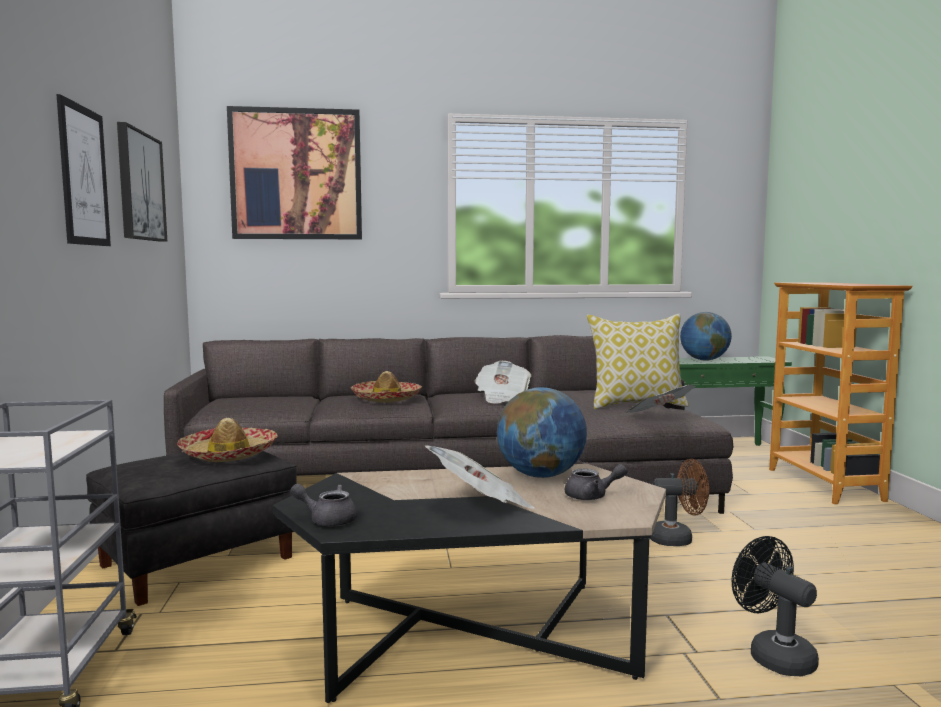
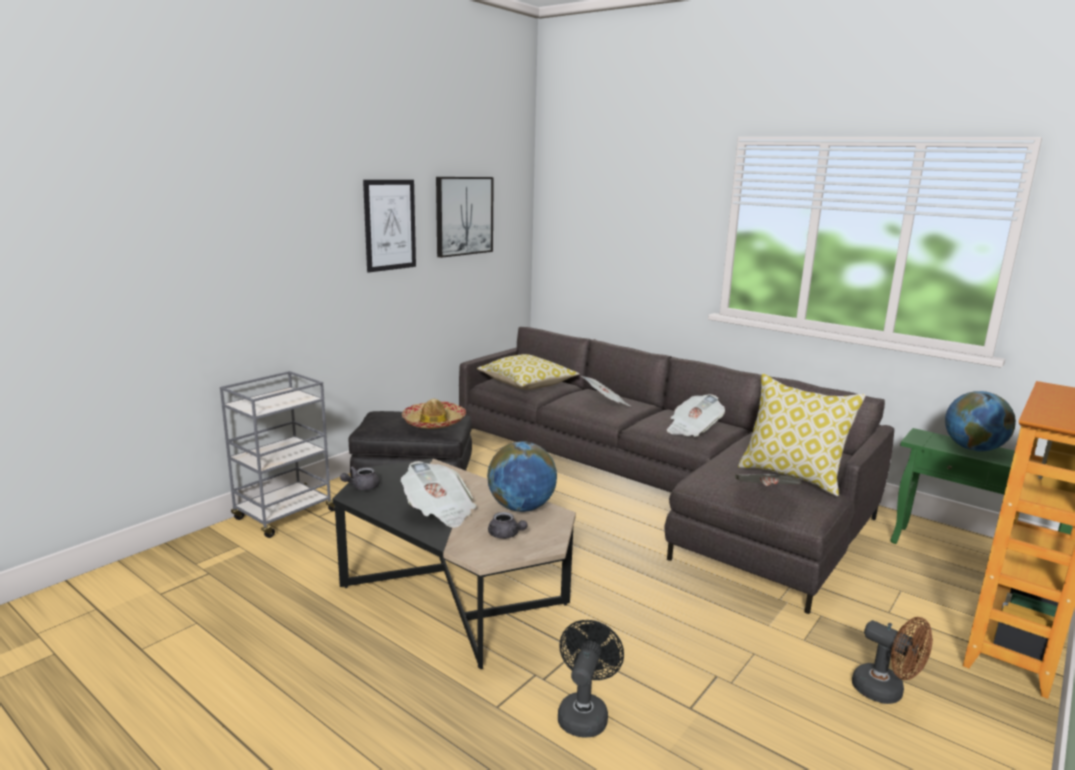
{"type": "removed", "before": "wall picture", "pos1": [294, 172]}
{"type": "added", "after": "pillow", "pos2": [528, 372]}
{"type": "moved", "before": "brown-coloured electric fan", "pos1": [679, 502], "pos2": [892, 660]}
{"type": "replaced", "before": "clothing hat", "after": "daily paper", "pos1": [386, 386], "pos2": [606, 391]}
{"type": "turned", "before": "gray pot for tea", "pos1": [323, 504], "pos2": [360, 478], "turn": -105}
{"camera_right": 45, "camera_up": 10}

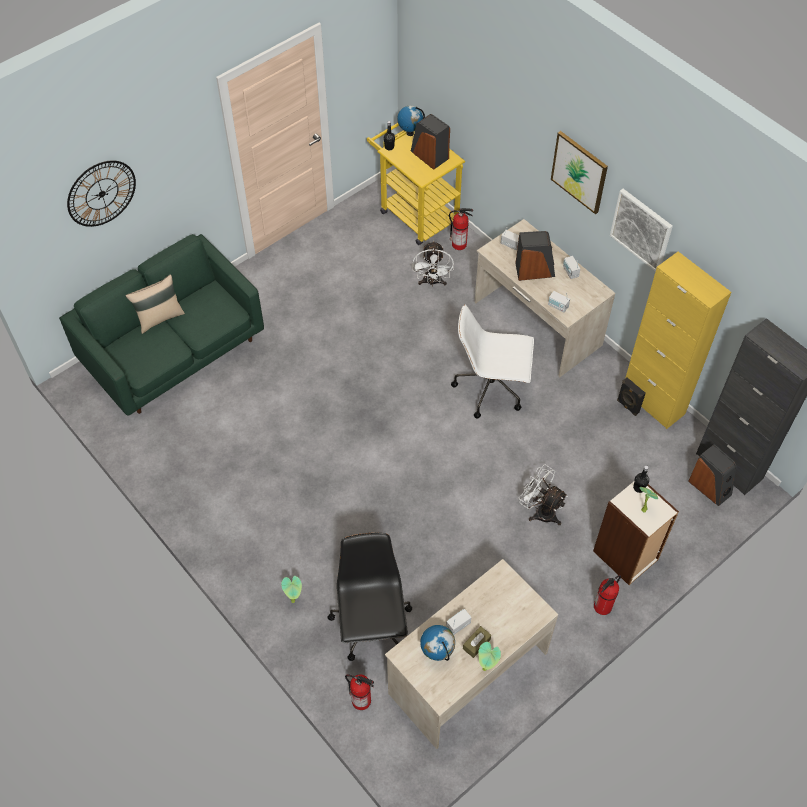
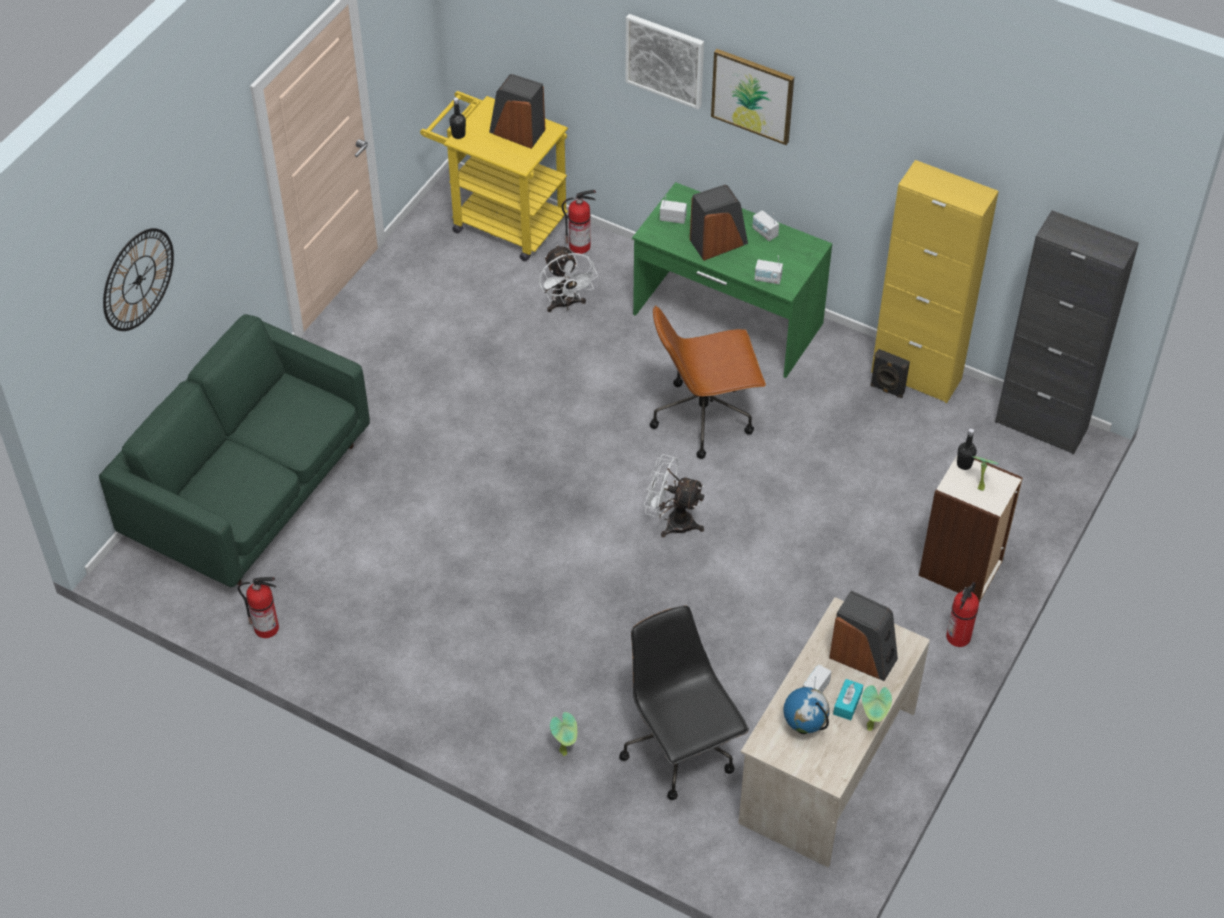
{"type": "removed", "before": "beige-coloured pillow", "pos1": [155, 304]}
{"type": "removed", "before": "globe", "pos1": [411, 121]}
{"type": "moved", "before": "fire-fighting cylinder", "pos1": [359, 692], "pos2": [258, 607]}
{"type": "moved", "before": "whitish electric fan", "pos1": [543, 495], "pos2": [674, 495]}
{"type": "moved", "before": "wall picture", "pos1": [641, 230], "pos2": [664, 62]}
{"type": "moved", "before": "speaker", "pos1": [712, 475], "pos2": [863, 635]}
{"type": "recoloured", "before": "whitish office chair", "after": "brown-coloured office chair", "pos1": [492, 361], "pos2": [708, 382]}
{"type": "recoloured", "before": "brown-coloured tissue holder", "after": "blue-green tissue holder", "pos1": [477, 642], "pos2": [848, 699]}
{"type": "recoloured", "before": "beige-coloured desk unit", "after": "green desk unit", "pos1": [544, 298], "pos2": [732, 280]}
{"camera_right": -20, "camera_up": -5}

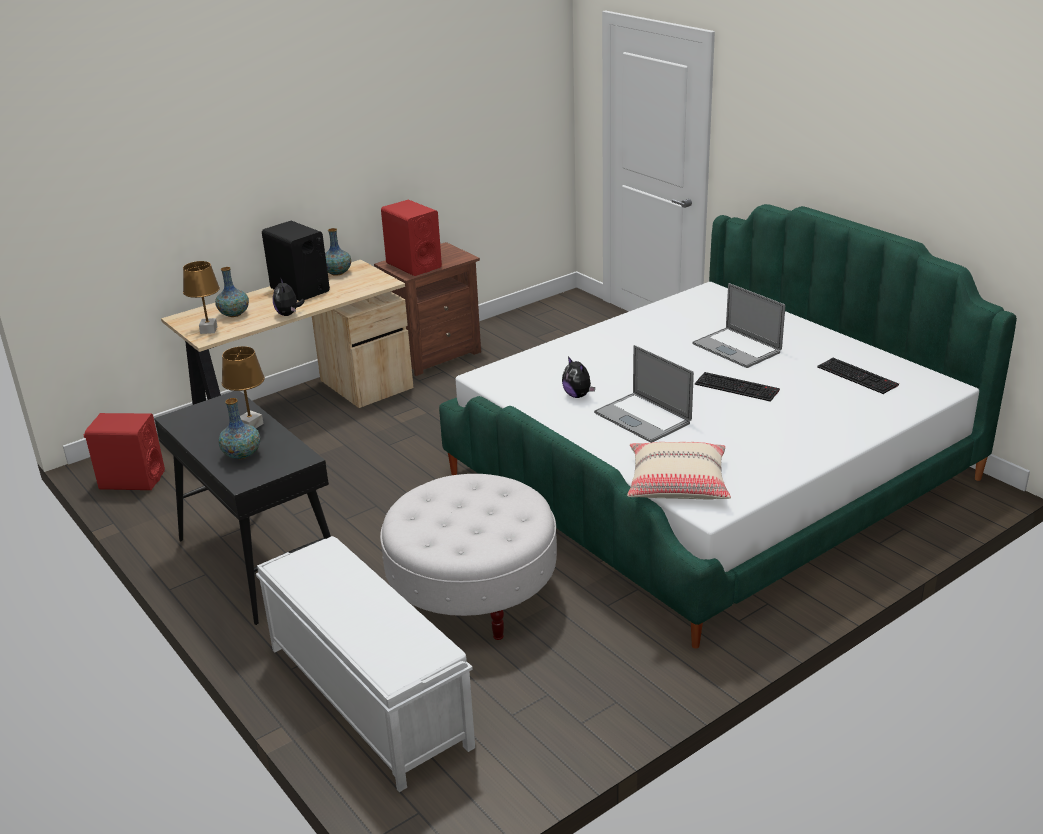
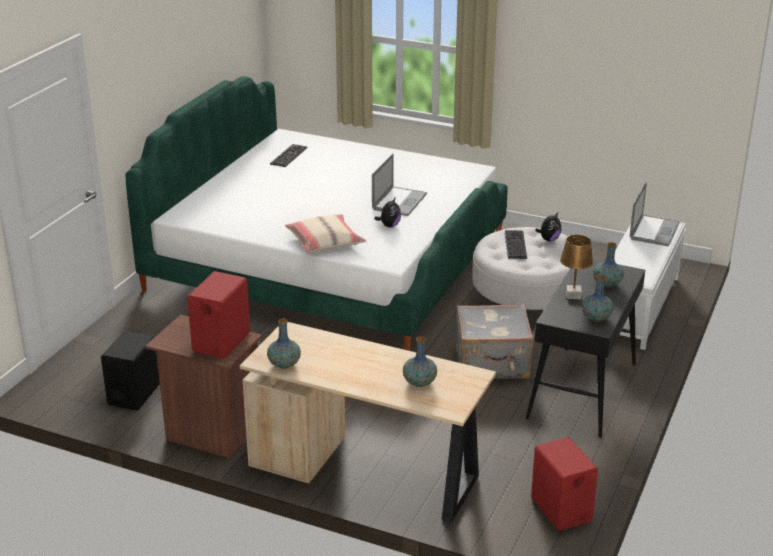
{"type": "removed", "before": "brown-coloured lamp for a table", "pos1": [201, 297]}
{"type": "added", "after": "gray suitcase", "pos2": [494, 341]}
{"type": "added", "after": "flower vase", "pos2": [598, 298]}
{"type": "moved", "before": "black-coloured speaker", "pos1": [296, 261], "pos2": [130, 370]}
{"type": "moved", "before": "cuddly toy", "pos1": [289, 297], "pos2": [548, 227]}
{"type": "moved", "before": "beige-coloured pillow", "pos1": [679, 471], "pos2": [325, 233]}
{"type": "moved", "before": "laptop", "pos1": [738, 325], "pos2": [655, 214]}
{"type": "moved", "before": "computer keyboard", "pos1": [737, 387], "pos2": [516, 244]}
{"camera_right": -120, "camera_up": 0}

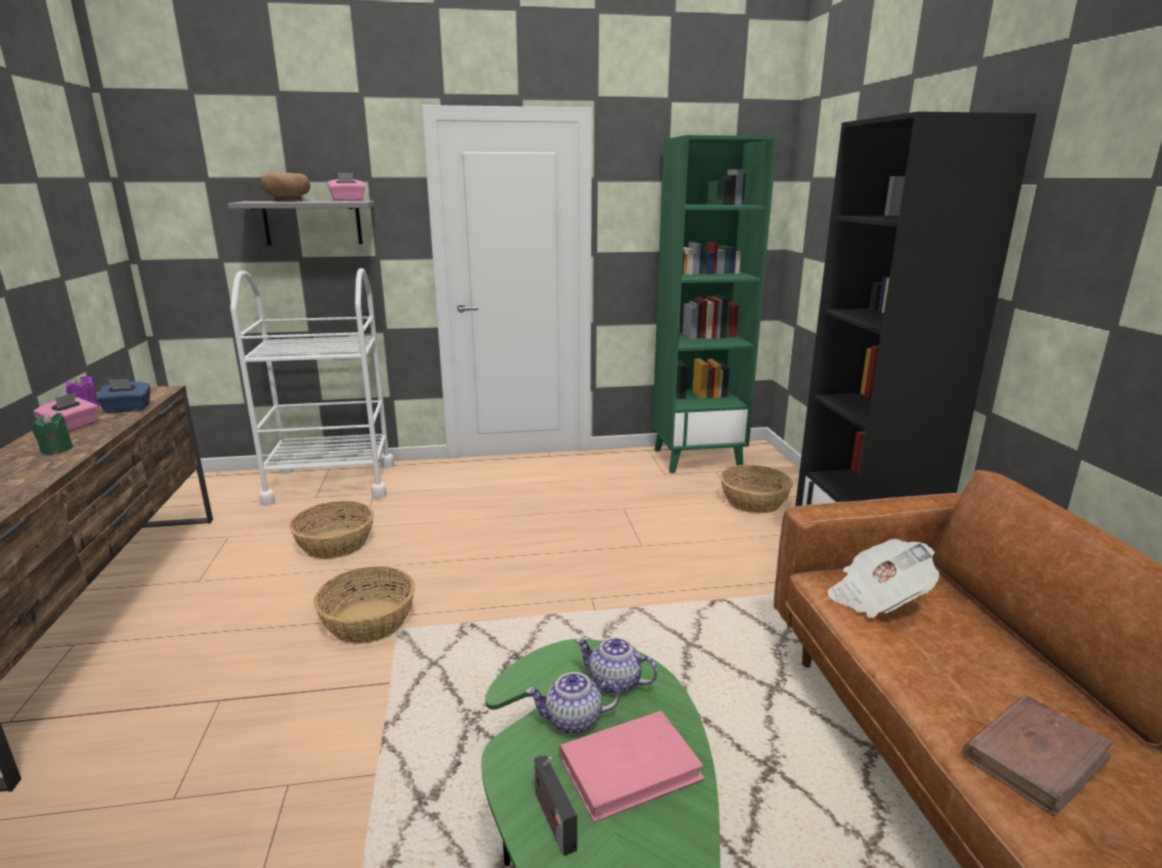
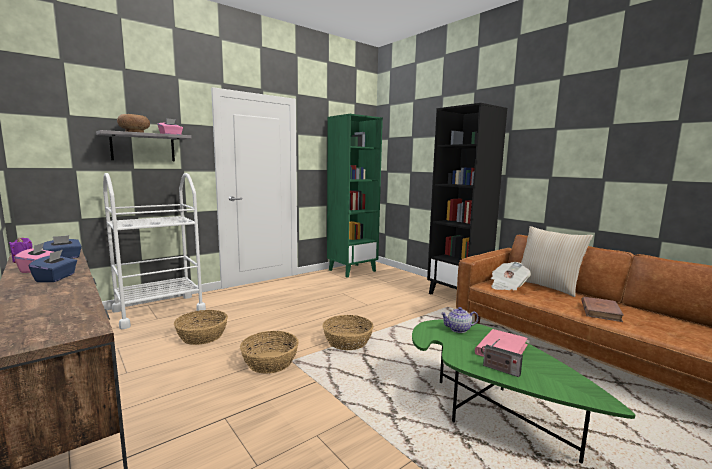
{"type": "removed", "before": "pot for tea", "pos1": [573, 703]}
{"type": "added", "after": "beige-coloured pillow", "pos2": [557, 261]}
{"type": "moved", "before": "basket", "pos1": [756, 489], "pos2": [348, 332]}
{"type": "replaced", "before": "green wax candle", "after": "blue tissue holder", "pos1": [52, 434], "pos2": [53, 265]}
{"camera_right": -30, "camera_up": -10}

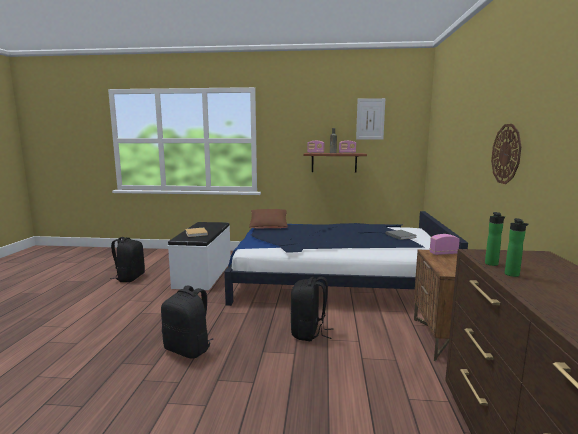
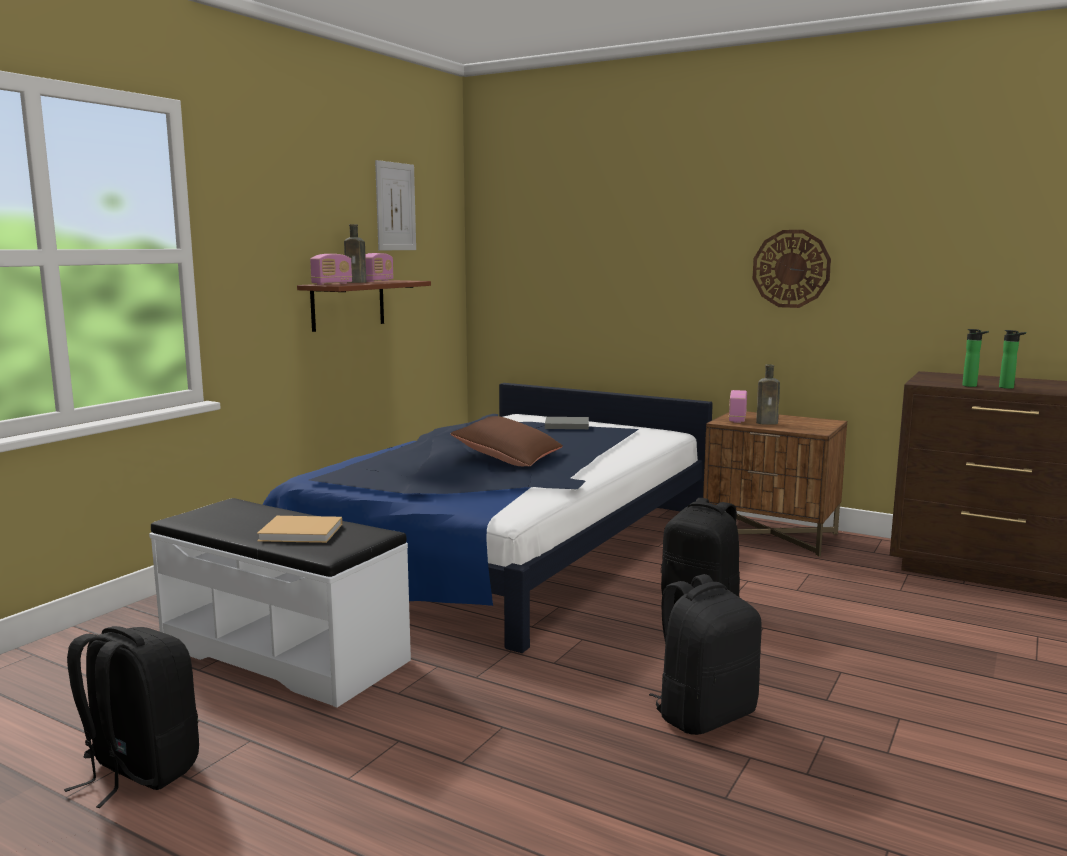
{"type": "added", "after": "brown-coloured bottle", "pos2": [768, 394]}
{"type": "moved", "before": "brown-coloured pillow", "pos1": [268, 218], "pos2": [506, 441]}
{"camera_right": -65, "camera_up": 0}

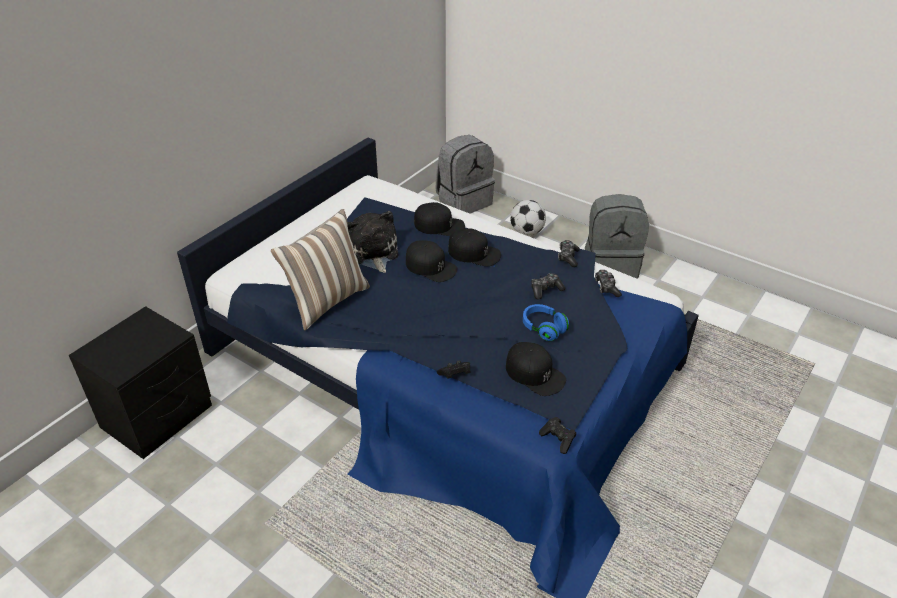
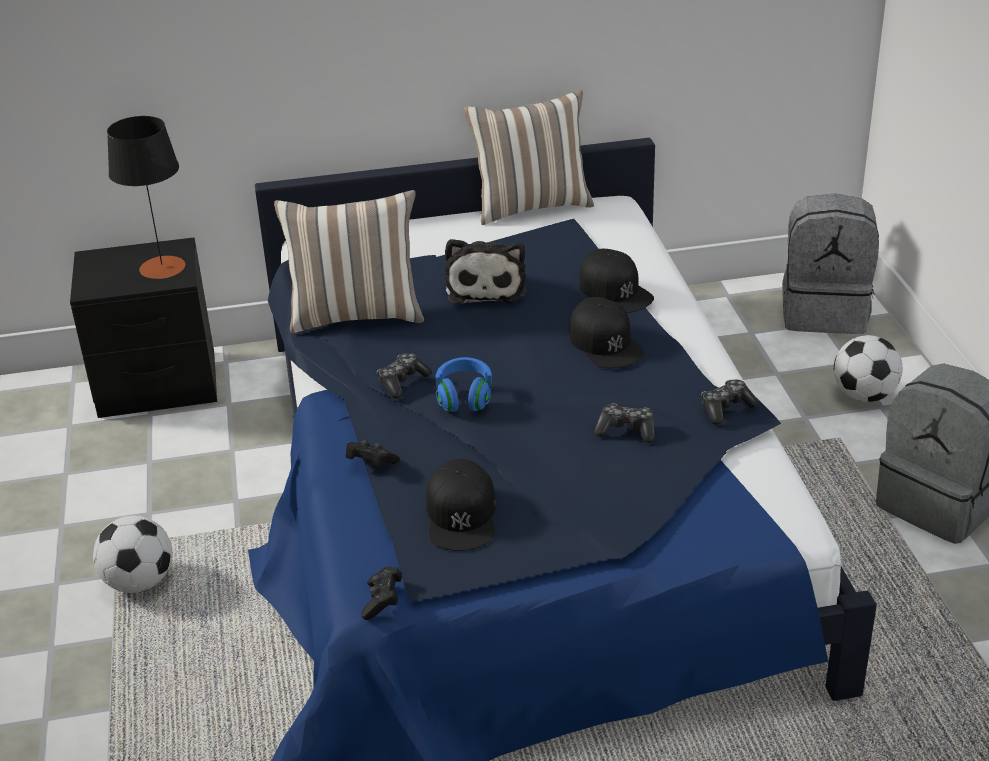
{"type": "removed", "before": "black-coloured cap", "pos1": [431, 261]}
{"type": "added", "after": "football ball", "pos2": [132, 554]}
{"type": "added", "after": "black-coloured lamp for a table", "pos2": [146, 197]}
{"type": "added", "after": "pillow", "pos2": [529, 157]}
{"type": "moved", "before": "blue headset", "pos1": [546, 322], "pos2": [463, 384]}
{"type": "moved", "before": "joypad", "pos1": [608, 283], "pos2": [404, 376]}
{"type": "turned", "before": "cuddly toy", "pos1": [372, 242], "pos2": [485, 272], "turn": 150}
{"camera_right": 45, "camera_up": -5}

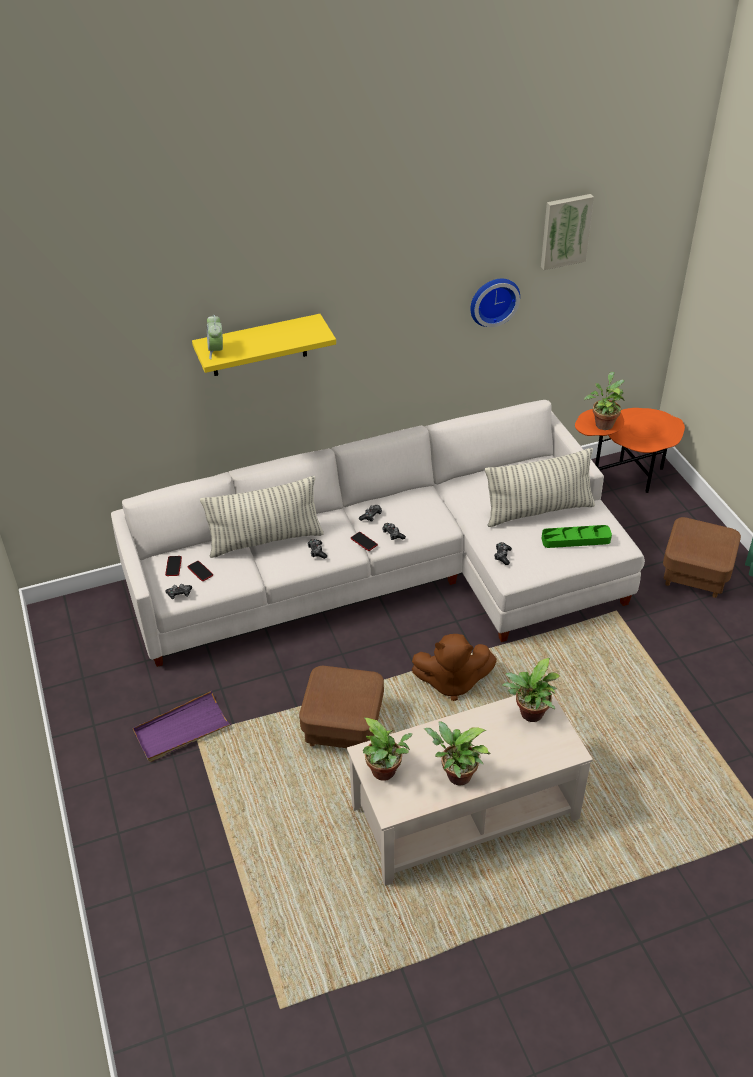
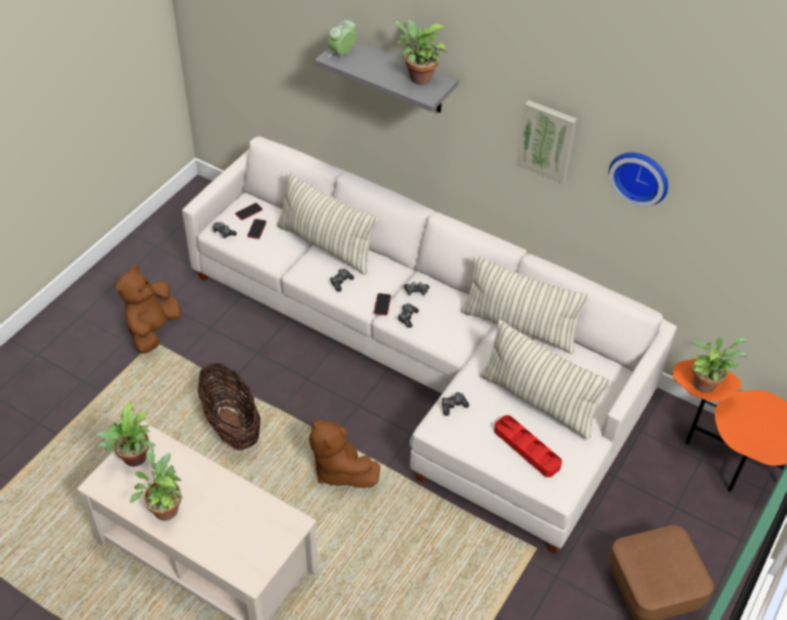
{"type": "added", "after": "pillow", "pos2": [525, 304]}
{"type": "moved", "before": "plant in a pot", "pos1": [530, 690], "pos2": [420, 52]}
{"type": "moved", "before": "wall picture", "pos1": [567, 232], "pos2": [547, 142]}
{"type": "replaced", "before": "purple-coloured serving tray", "after": "brown-coloured cuddly toy", "pos1": [182, 726], "pos2": [148, 309]}
{"type": "replaced", "before": "brown-coloured pouffe", "after": "basket", "pos1": [341, 707], "pos2": [229, 407]}
{"type": "recoloured", "before": "yellow bracket shelf", "after": "gray bracket shelf", "pos1": [264, 345], "pos2": [387, 76]}
{"type": "recoloured", "before": "green serving tray", "after": "red serving tray", "pos1": [577, 536], "pos2": [528, 446]}
{"camera_right": 50, "camera_up": 5}

